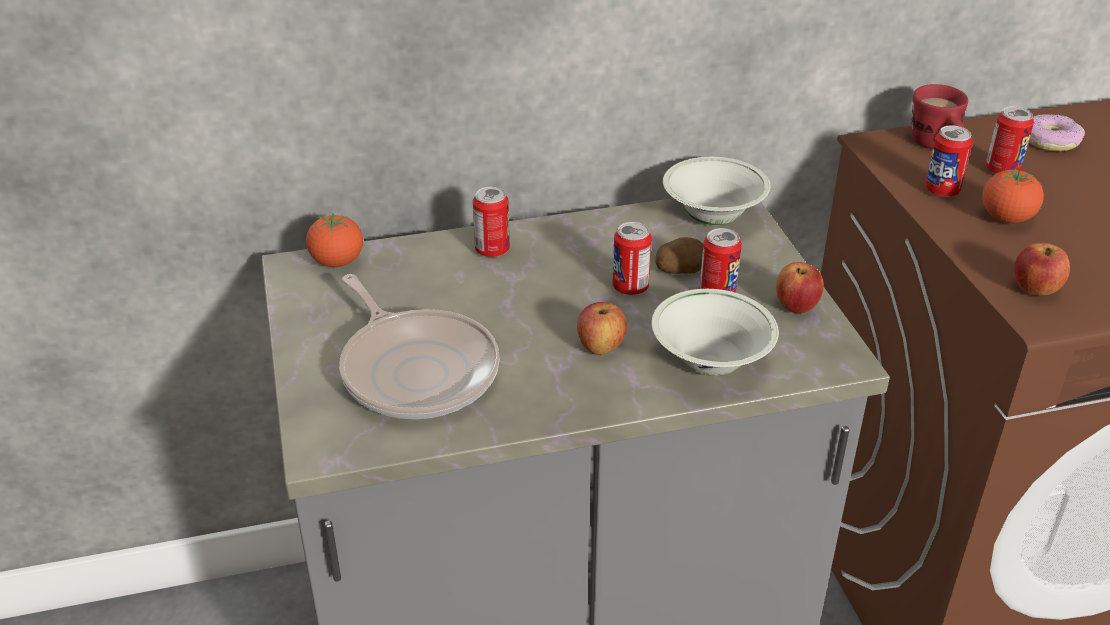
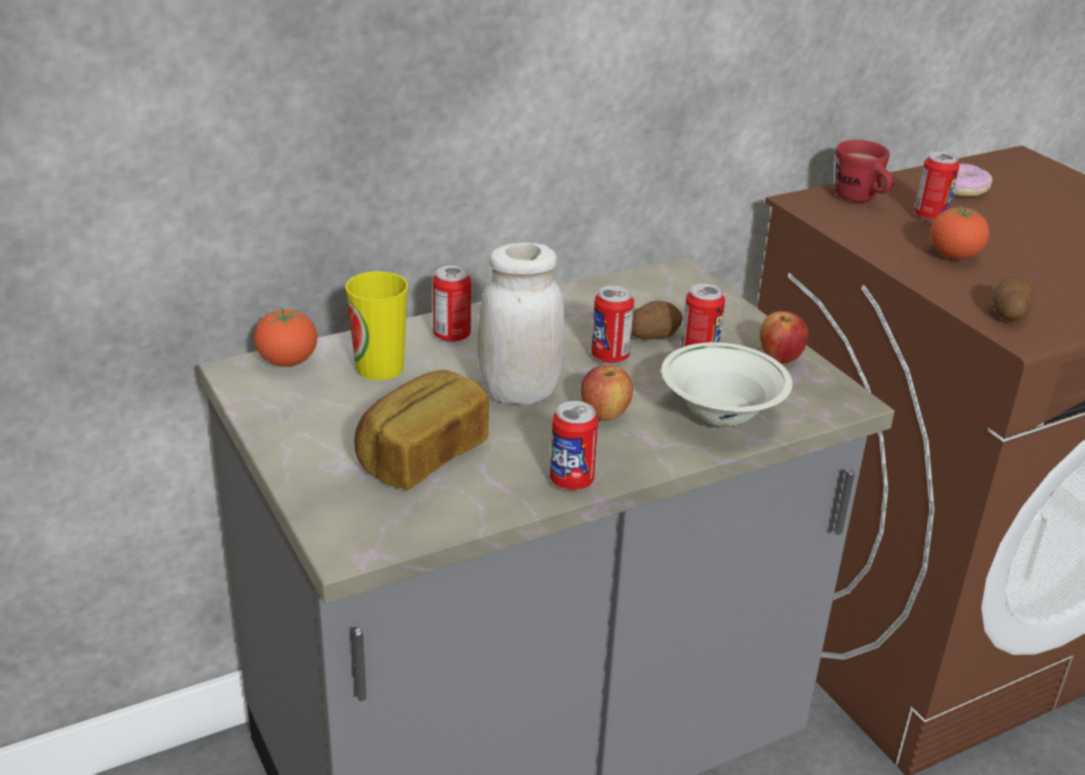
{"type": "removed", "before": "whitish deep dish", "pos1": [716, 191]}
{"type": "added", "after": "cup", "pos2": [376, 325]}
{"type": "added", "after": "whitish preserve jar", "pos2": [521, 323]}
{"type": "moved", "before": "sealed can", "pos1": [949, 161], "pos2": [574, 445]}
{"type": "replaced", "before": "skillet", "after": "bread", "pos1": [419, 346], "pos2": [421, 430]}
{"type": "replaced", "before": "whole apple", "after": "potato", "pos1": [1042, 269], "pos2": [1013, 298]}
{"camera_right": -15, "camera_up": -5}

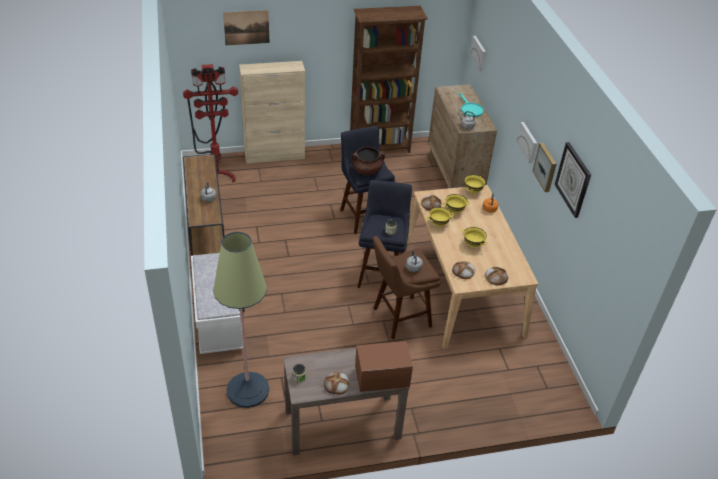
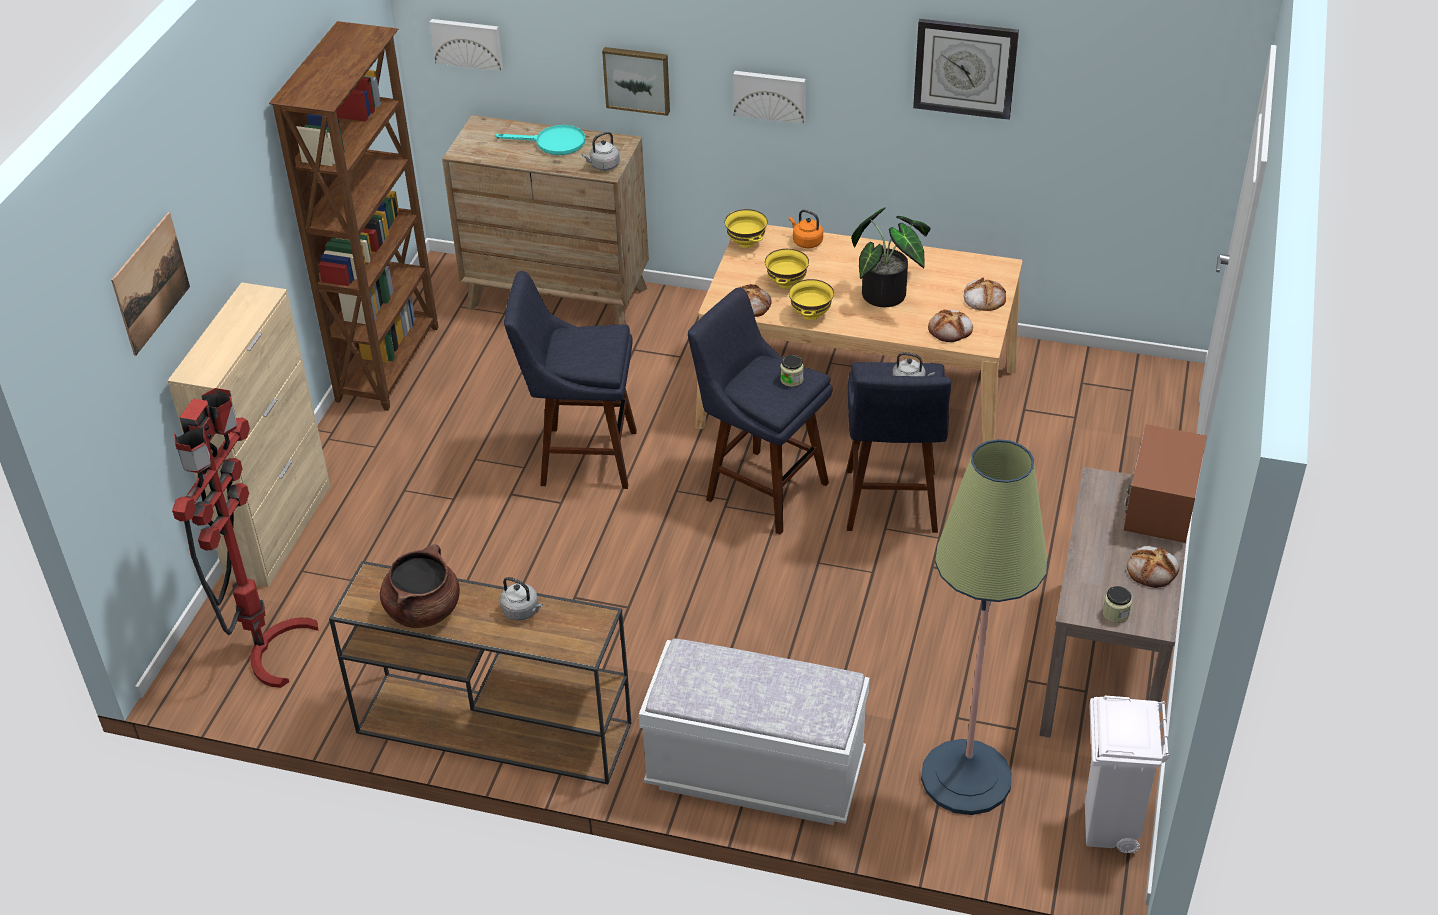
{"type": "added", "after": "whitish trash can", "pos2": [1127, 774]}
{"type": "moved", "before": "brown-coloured cooking pot", "pos1": [368, 161], "pos2": [420, 586]}
{"type": "moved", "before": "wall picture", "pos1": [545, 167], "pos2": [636, 81]}
{"type": "replaced", "before": "yellow deep dish", "after": "plant in a pot", "pos1": [475, 237], "pos2": [891, 257]}
{"type": "recoloured", "before": "brown-coloured stool seat", "after": "blue stool seat", "pos1": [406, 287], "pos2": [899, 447]}
{"camera_right": -60, "camera_up": 0}

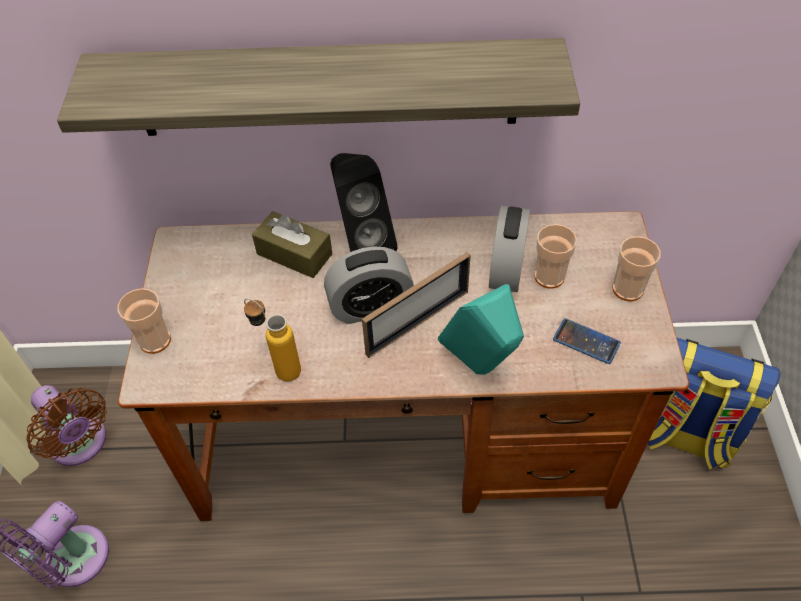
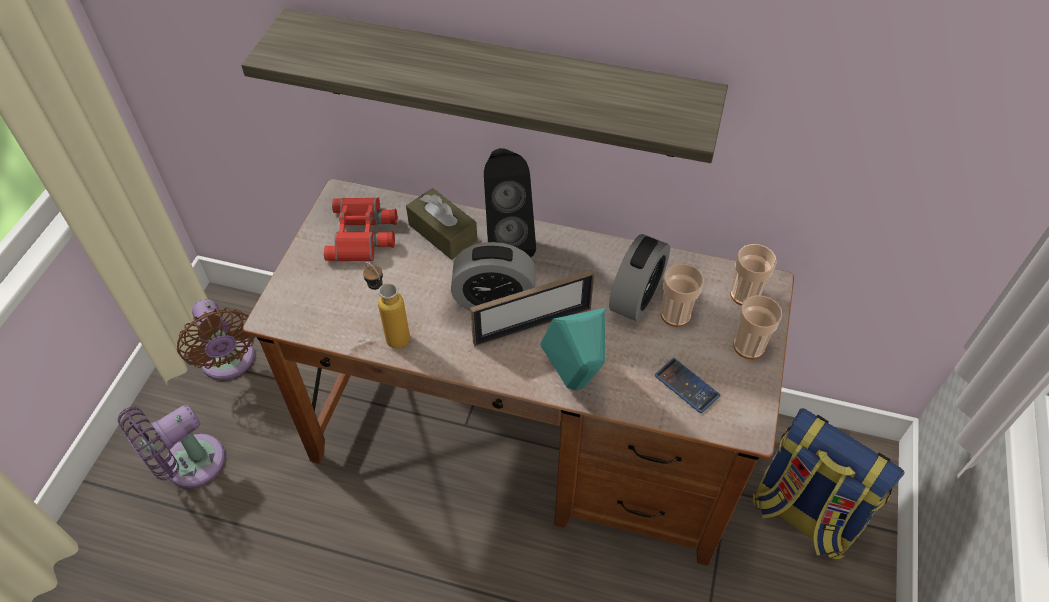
{"type": "added", "after": "red field glasses", "pos2": [360, 229]}
{"type": "moved", "before": "cup", "pos1": [144, 321], "pos2": [753, 275]}
{"camera_right": 15, "camera_up": 0}

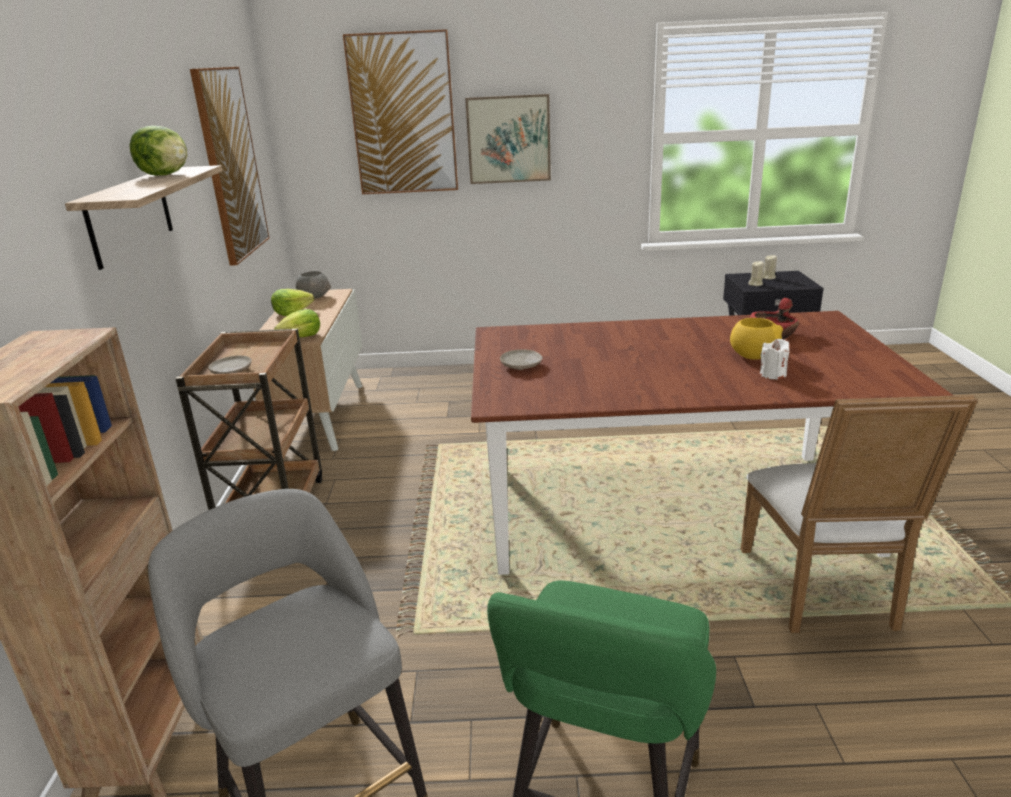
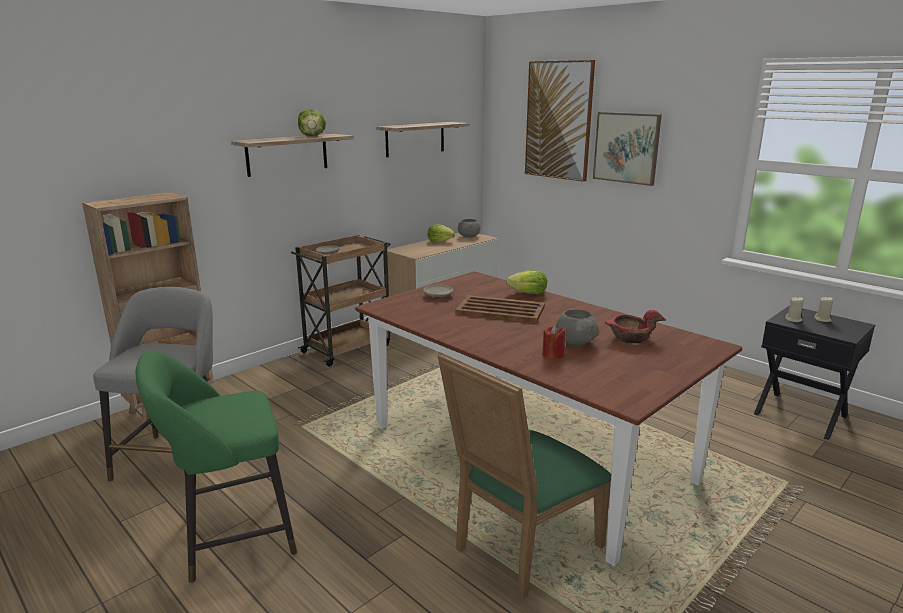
{"type": "added", "after": "brown-coloured serving tray", "pos2": [500, 309]}
{"type": "moved", "before": "head of lettuce", "pos1": [297, 323], "pos2": [526, 282]}
{"type": "replaced", "before": "wall picture", "after": "bracket shelf", "pos1": [229, 166], "pos2": [423, 139]}
{"type": "recoloured", "before": "yellow deep dish", "after": "gray deep dish", "pos1": [756, 339], "pos2": [578, 327]}
{"type": "recoloured", "before": "whitish plain chair", "after": "green plain chair", "pos1": [859, 514], "pos2": [524, 476]}
{"type": "recoloured", "before": "whitish wax candle", "after": "red wax candle", "pos1": [774, 359], "pos2": [553, 342]}
{"camera_right": 45, "camera_up": -5}

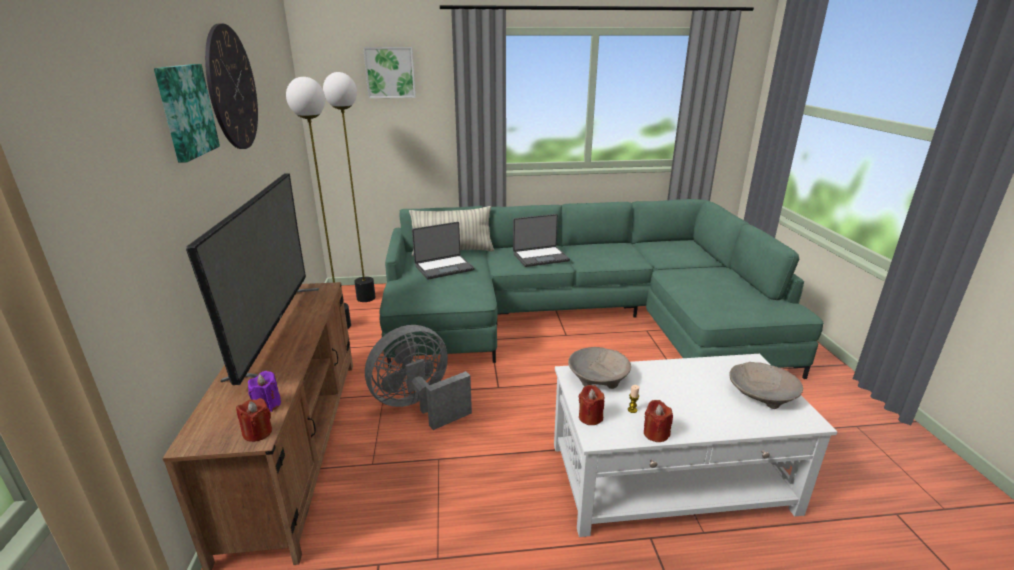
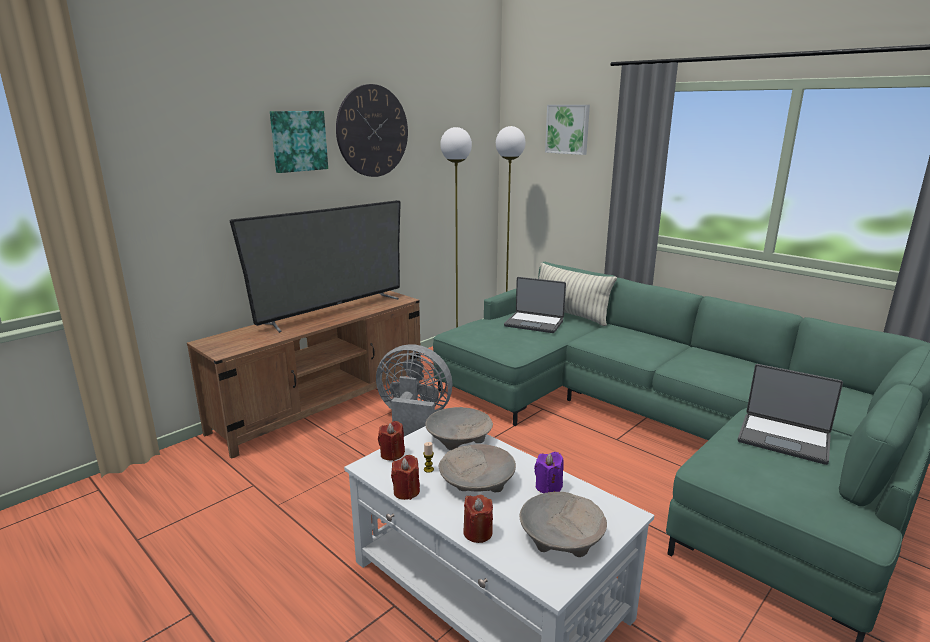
{"type": "added", "after": "beige-coloured deep dish", "pos2": [477, 468]}
{"type": "moved", "before": "red wax candle", "pos1": [254, 420], "pos2": [478, 519]}
{"type": "moved", "before": "purple-coloured wax candle", "pos1": [264, 391], "pos2": [549, 472]}
{"type": "moved", "before": "laptop", "pos1": [541, 240], "pos2": [790, 414]}
{"camera_right": 50, "camera_up": -5}

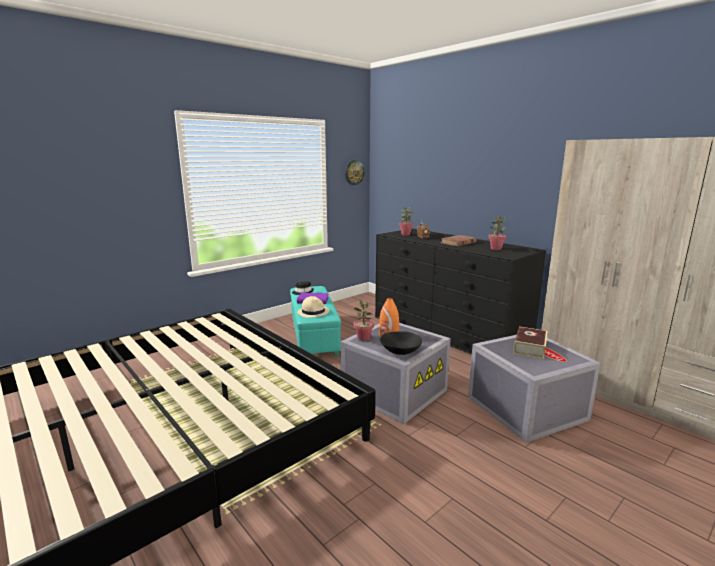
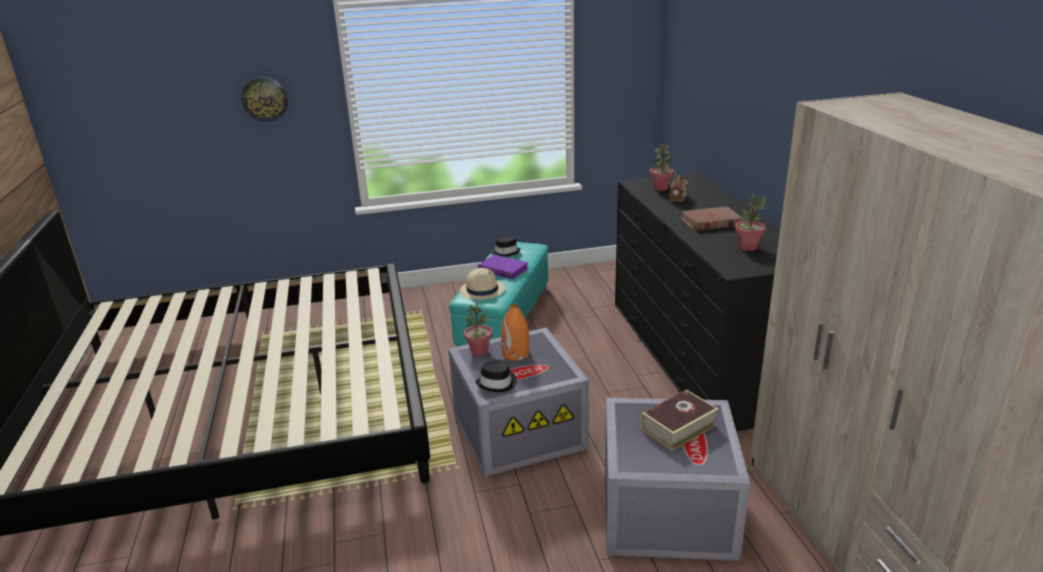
{"type": "moved", "before": "wall clock", "pos1": [354, 172], "pos2": [264, 99]}
{"type": "replaced", "before": "black-coloured deep dish", "after": "black-coloured clothing hat", "pos1": [401, 343], "pos2": [496, 376]}
{"camera_right": 30, "camera_up": 10}

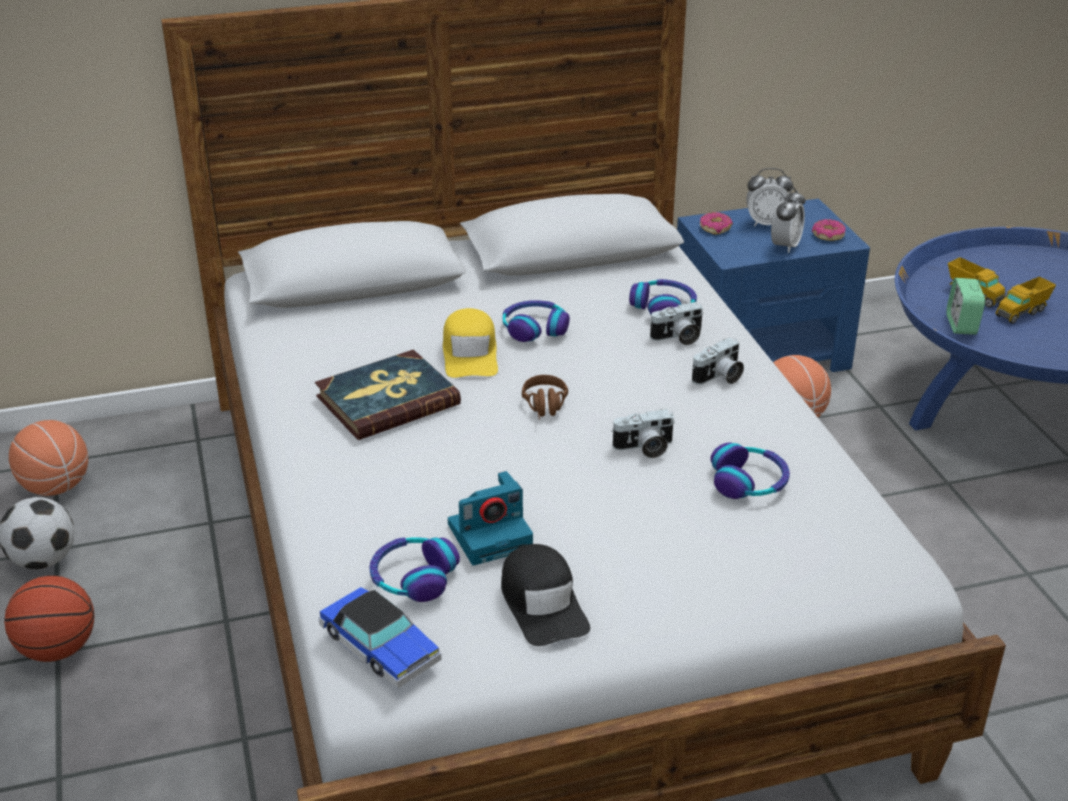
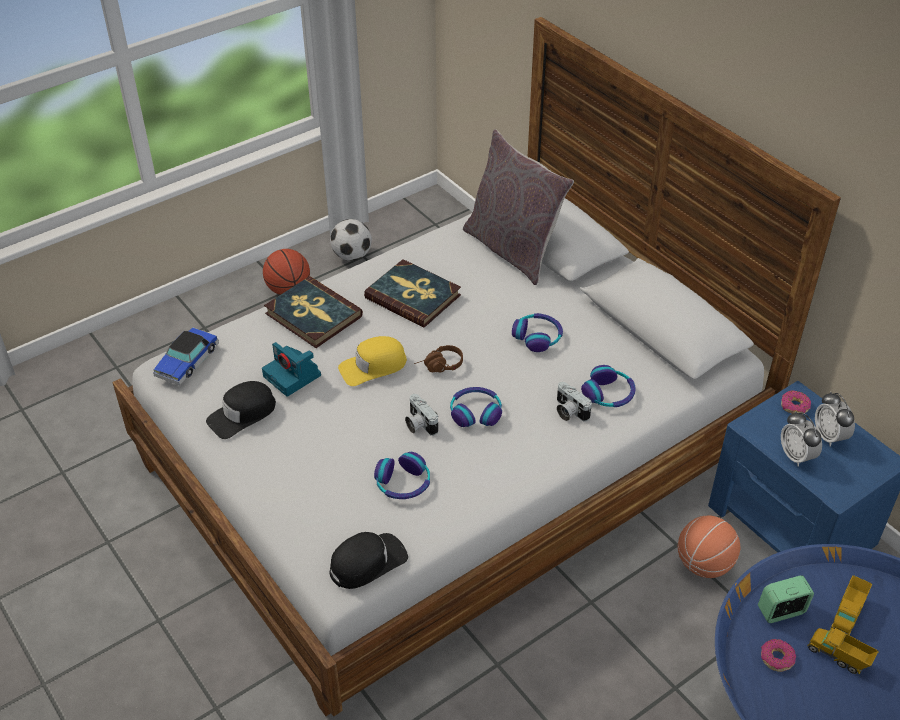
{"type": "removed", "before": "basketball ball", "pos1": [48, 458]}
{"type": "removed", "before": "photo camera", "pos1": [718, 361]}
{"type": "added", "after": "book", "pos2": [313, 312]}
{"type": "added", "after": "black-coloured cap", "pos2": [368, 560]}
{"type": "added", "after": "gray pillow", "pos2": [518, 207]}
{"type": "moved", "before": "headset", "pos1": [414, 569], "pos2": [476, 407]}
{"type": "moved", "before": "yellow cap", "pos1": [470, 343], "pos2": [372, 361]}
{"type": "moved", "before": "ring doughnut", "pos1": [828, 230], "pos2": [778, 655]}
{"type": "turned", "before": "table clock", "pos1": [788, 220], "pos2": [801, 439], "turn": 60}
{"camera_right": 70, "camera_up": 10}

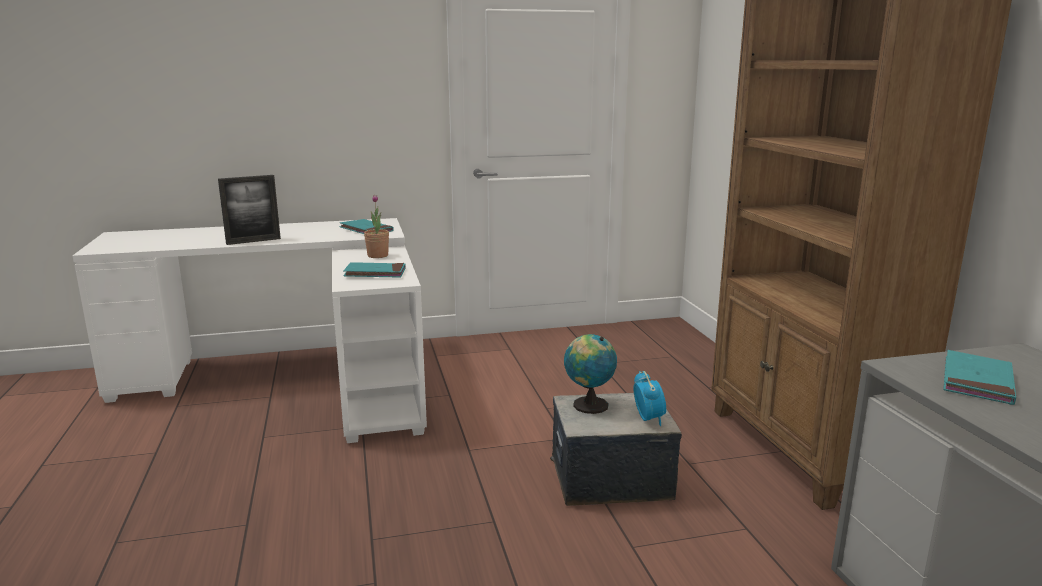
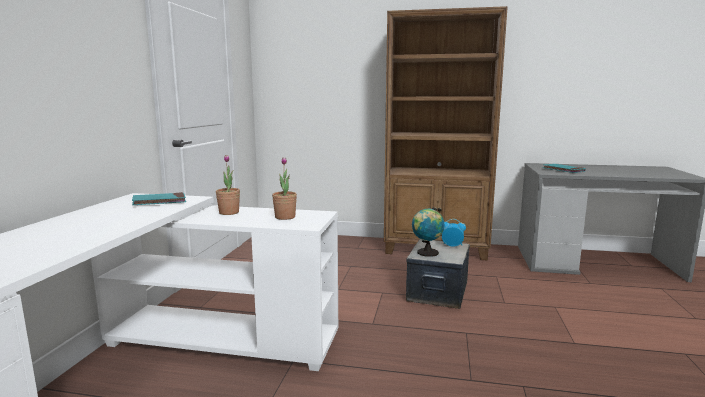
{"type": "removed", "before": "photo frame", "pos1": [249, 210]}
{"type": "replaced", "before": "blue-green book", "after": "plant in a pot", "pos1": [374, 270], "pos2": [284, 188]}
{"camera_right": -65, "camera_up": -5}

